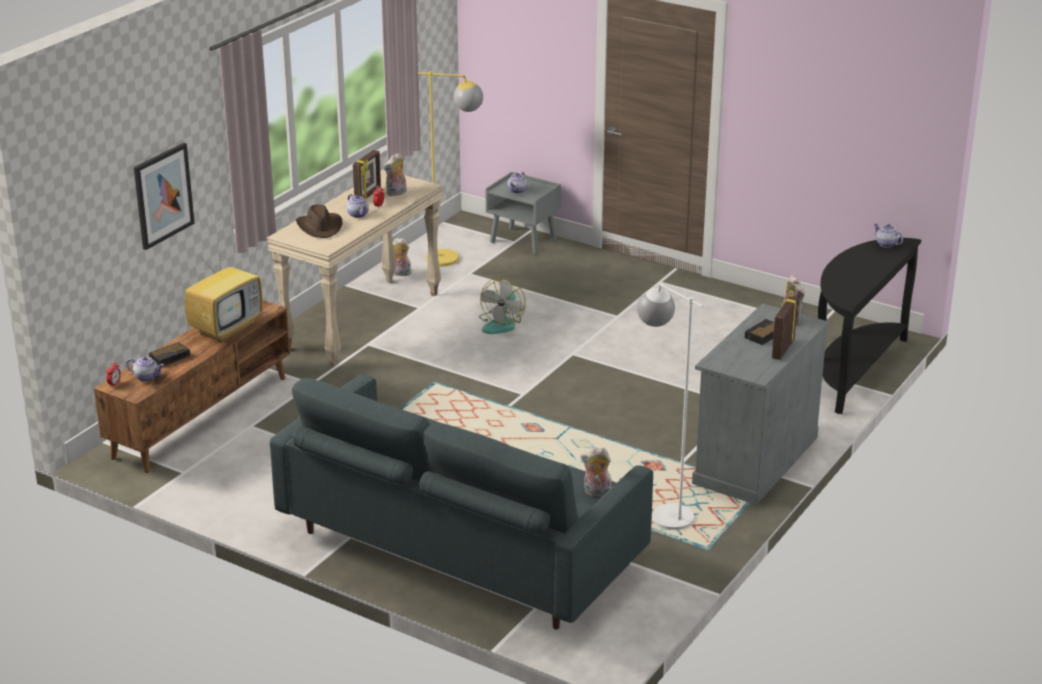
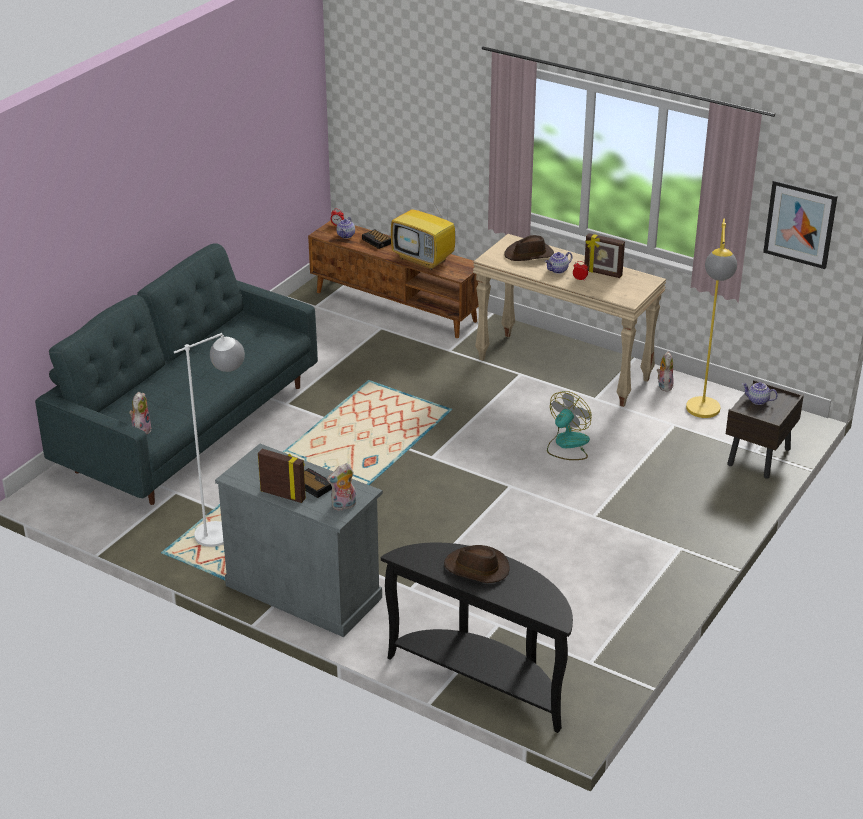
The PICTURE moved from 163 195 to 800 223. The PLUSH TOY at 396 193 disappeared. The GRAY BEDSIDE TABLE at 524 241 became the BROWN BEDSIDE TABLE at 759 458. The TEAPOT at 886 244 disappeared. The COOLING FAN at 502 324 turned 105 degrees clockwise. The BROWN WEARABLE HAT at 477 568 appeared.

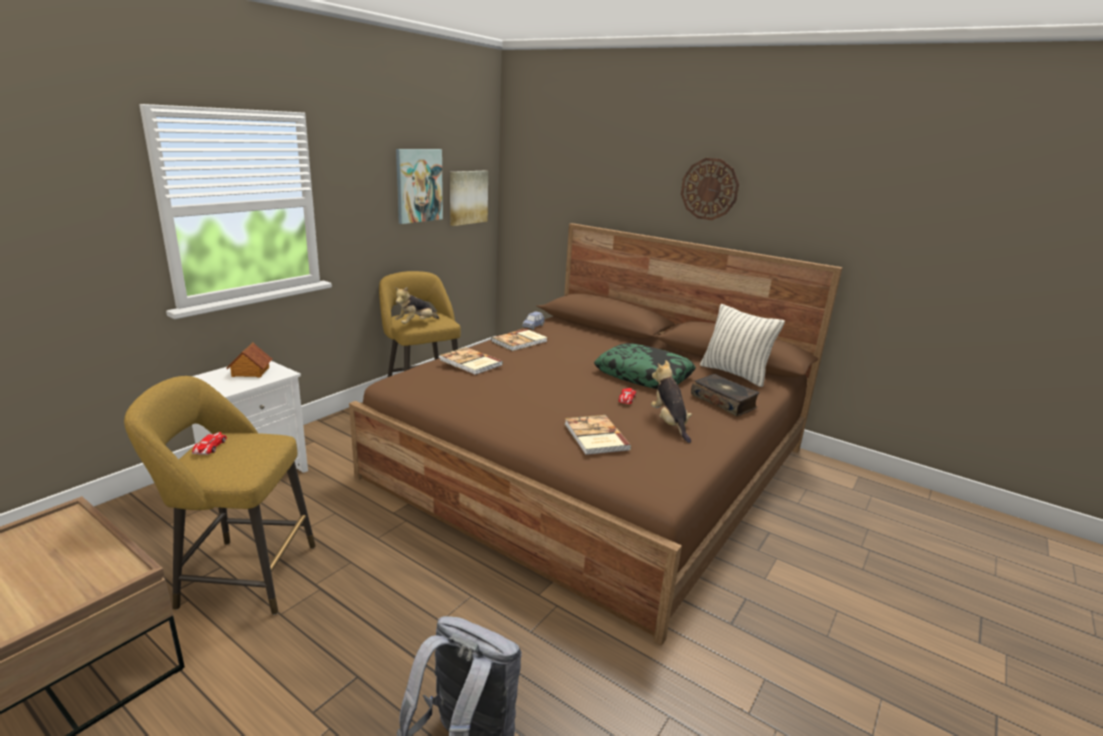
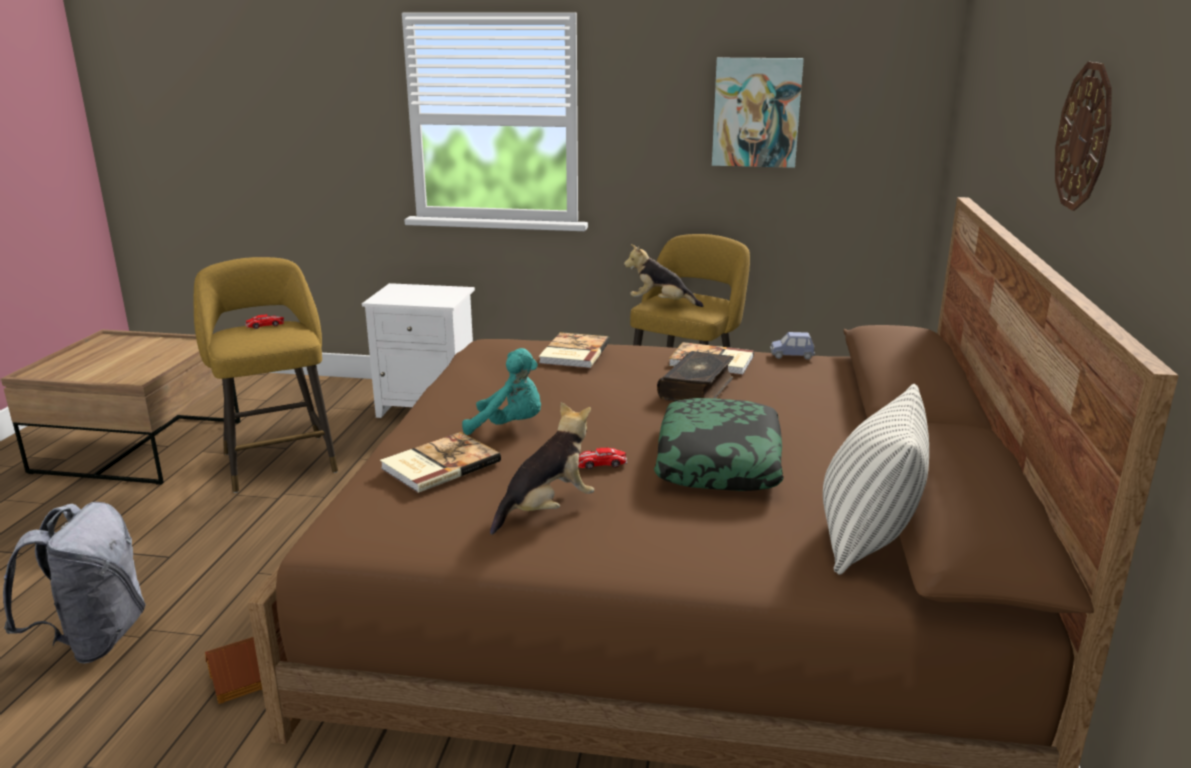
The PICTURE at 467 197 disappeared. The TOY HOUSE moved from 250 372 to 236 682. The VOLUME moved from 724 402 to 697 388. The TURQUOISE PLUSH TOY at 509 426 appeared.

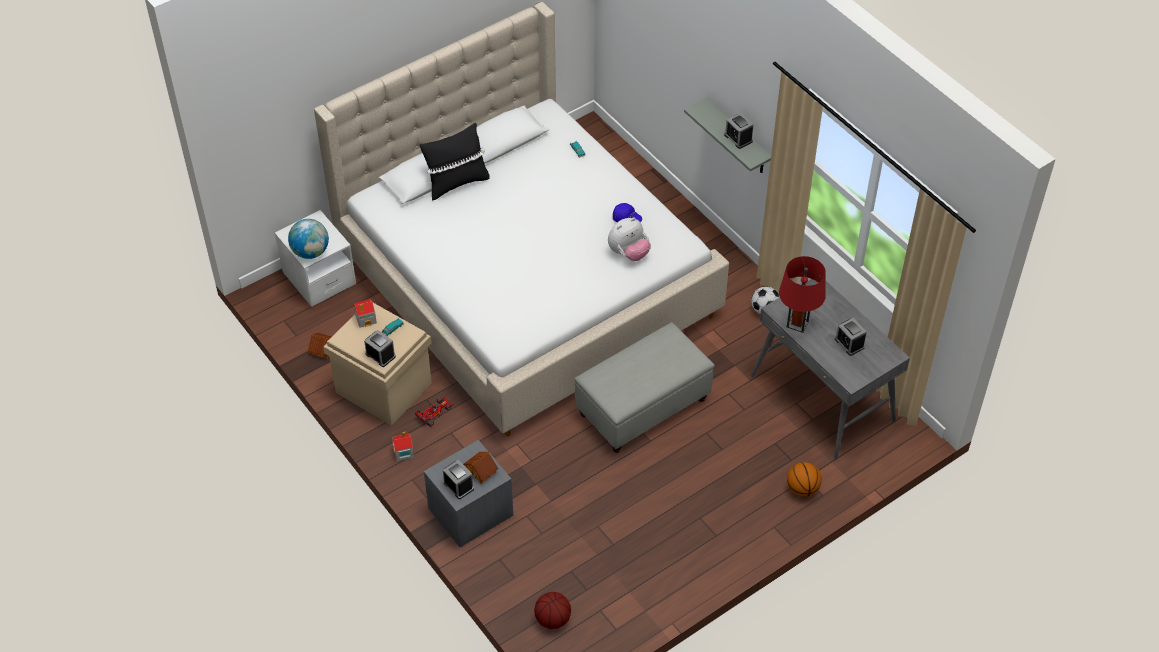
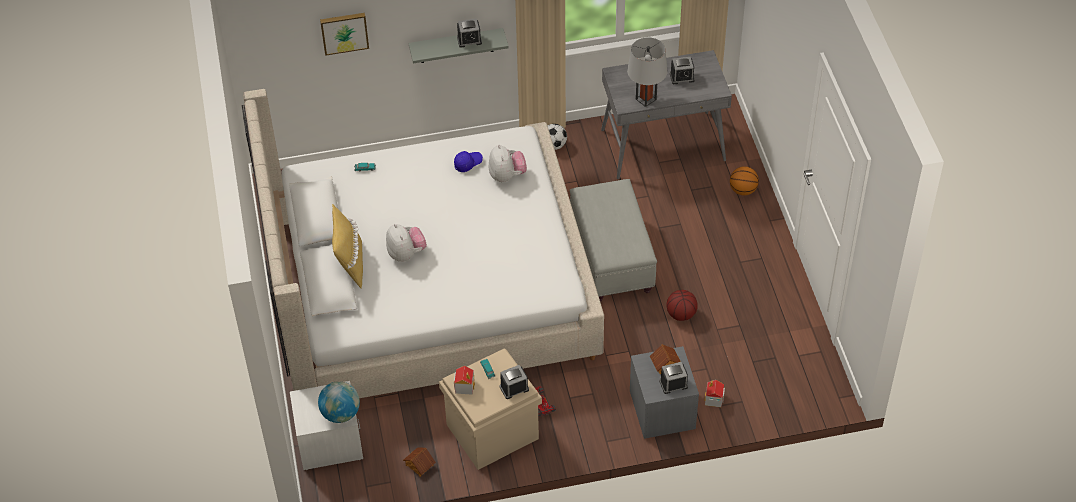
The BLACK THROW PILLOW at 456 183 became the YELLOW THROW PILLOW at 350 264. The RED-COLOURED LAMP FOR A TABLE at 797 324 became the GRAY LAMP FOR A TABLE at 646 99. The TOY HOUSE moved from 403 452 to 714 400. The BALL FOR BASKETBALL moved from 552 619 to 681 314. The PICTURE at 344 32 appeared. The PLUSH TOY at 406 254 appeared.

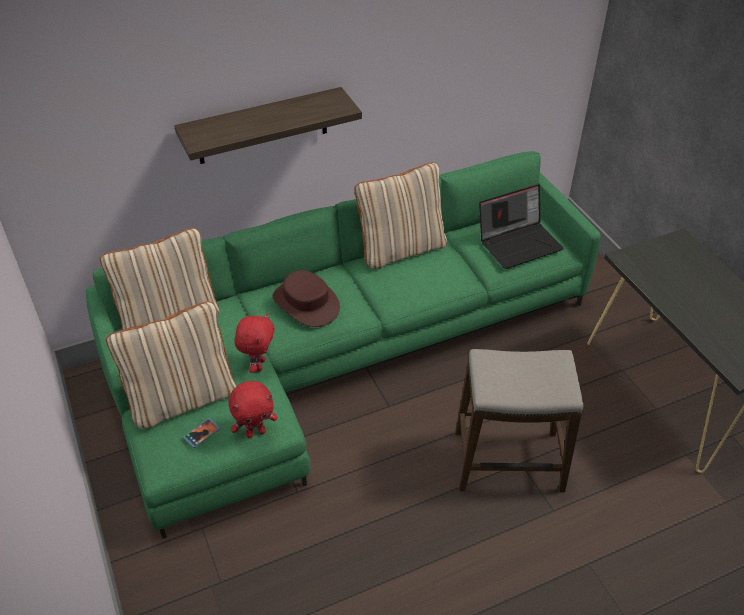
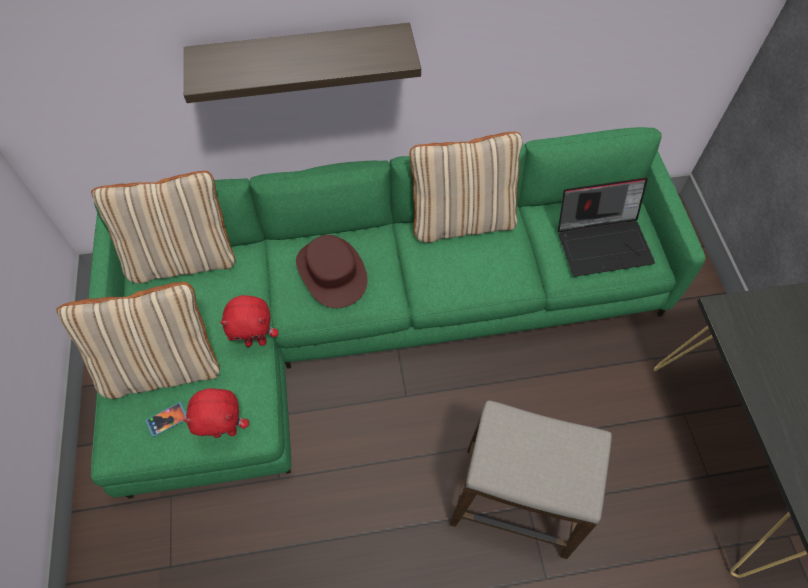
The RED-COLOURED PLUSH TOY at 258 365 turned 60 degrees clockwise.

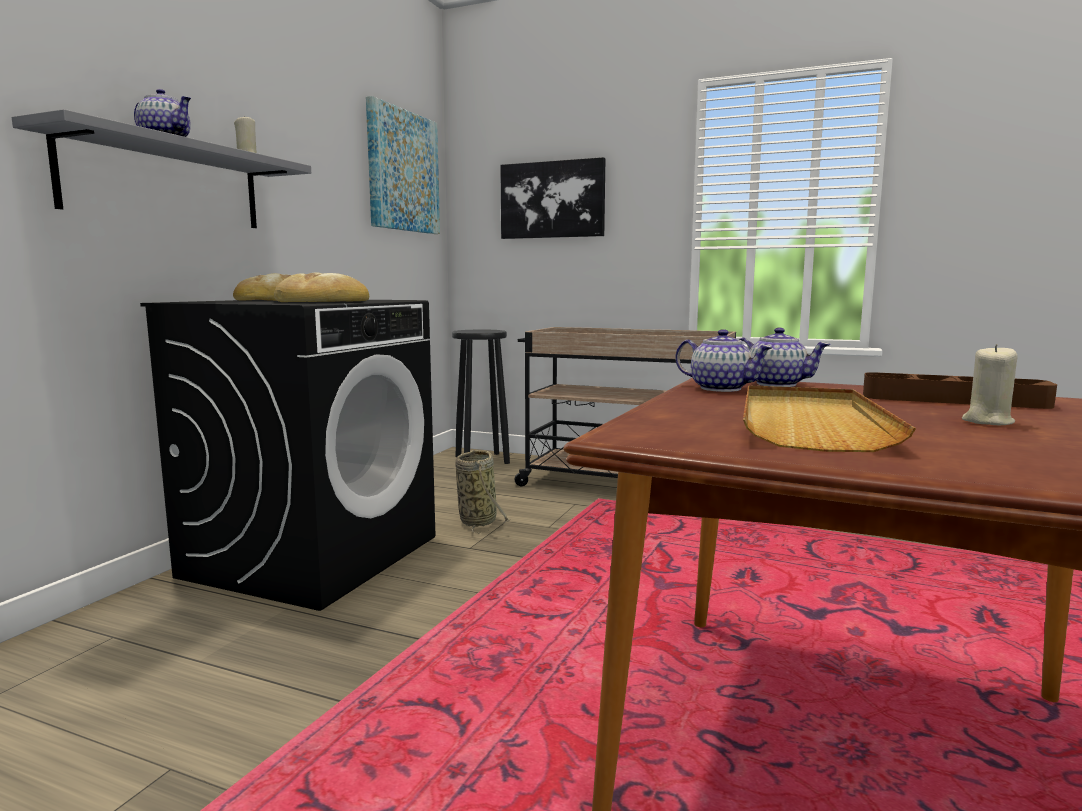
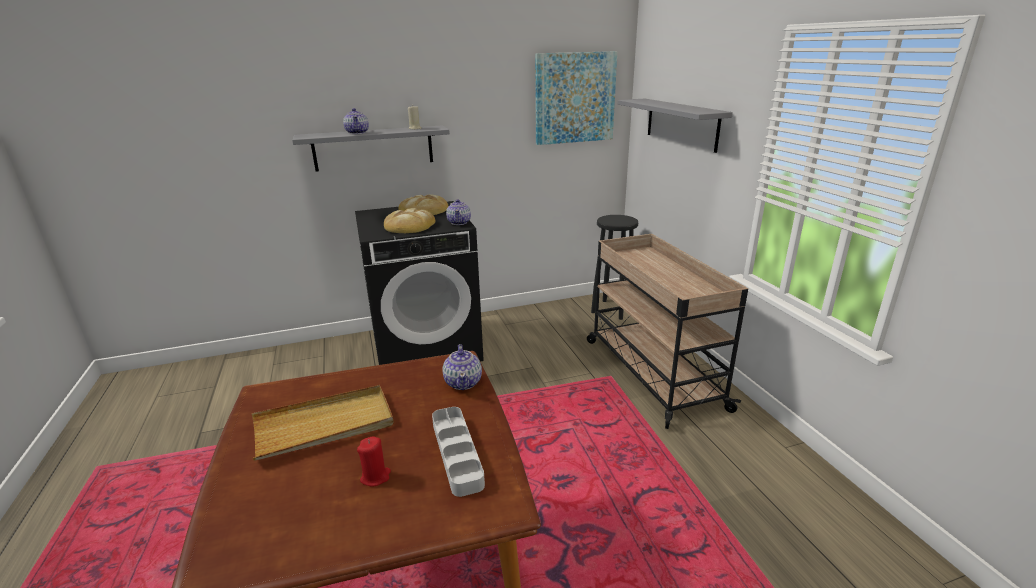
The PICTURE at 552 200 was replaced by the GRAY BRACKET SHELF at 681 123. The TEAPOT moved from 720 388 to 459 222. The BEIGE-COLOURED WAX CANDLE at 987 421 became the RED-COLOURED WAX CANDLE at 375 477. The BROWN SERVING TRAY at 952 400 became the GRAY SERVING TRAY at 457 453. The BASKET at 477 520 disappeared.

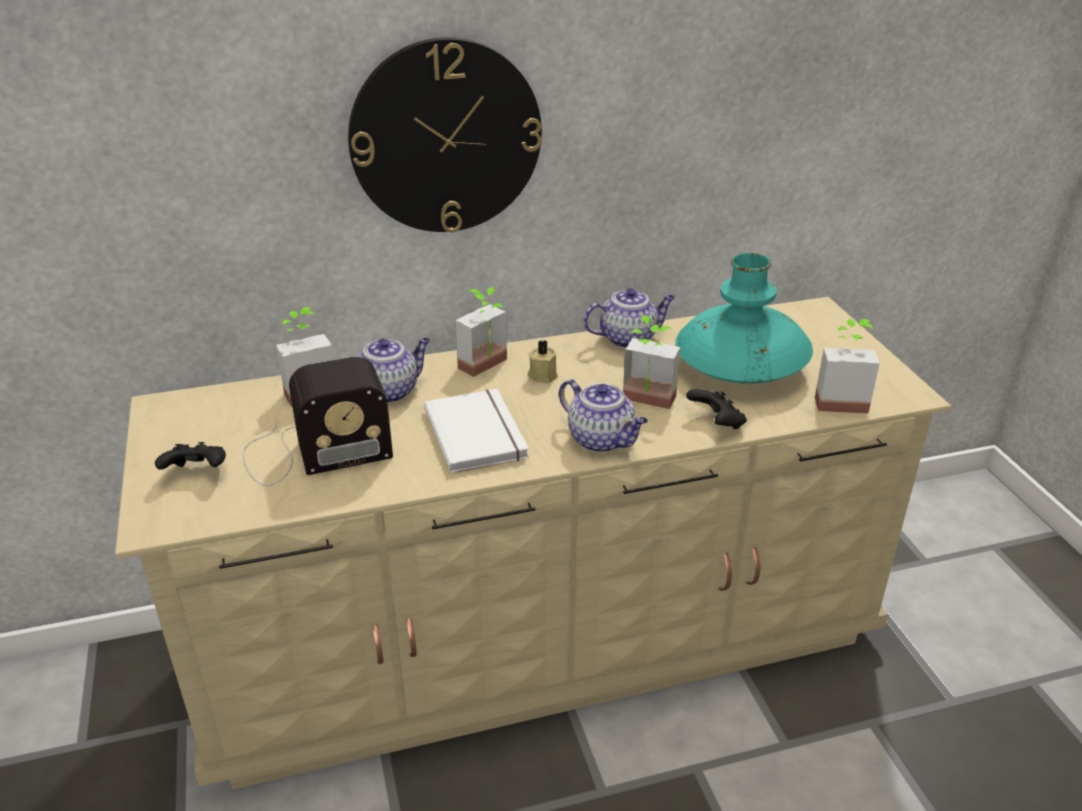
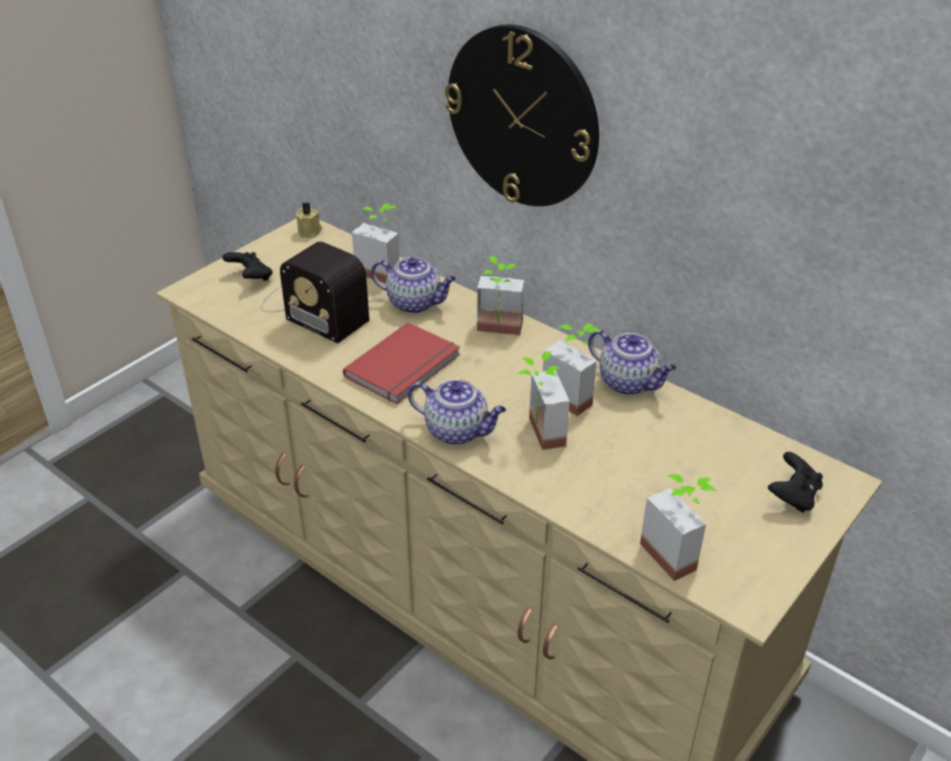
The TURQUOISE FLOWER VASE at 740 367 disappeared. The BEIGE-COLOURED WAX CANDLE moved from 543 375 to 310 231. The TEAPOT at 602 440 turned 75 degrees counterclockwise. The WHITE-COLOURED VOLUME at 478 433 became the RED-COLOURED VOLUME at 405 367. The BLACK GAMEPAD moved from 716 423 to 793 496. The POTTED PLANT at 573 395 appeared.

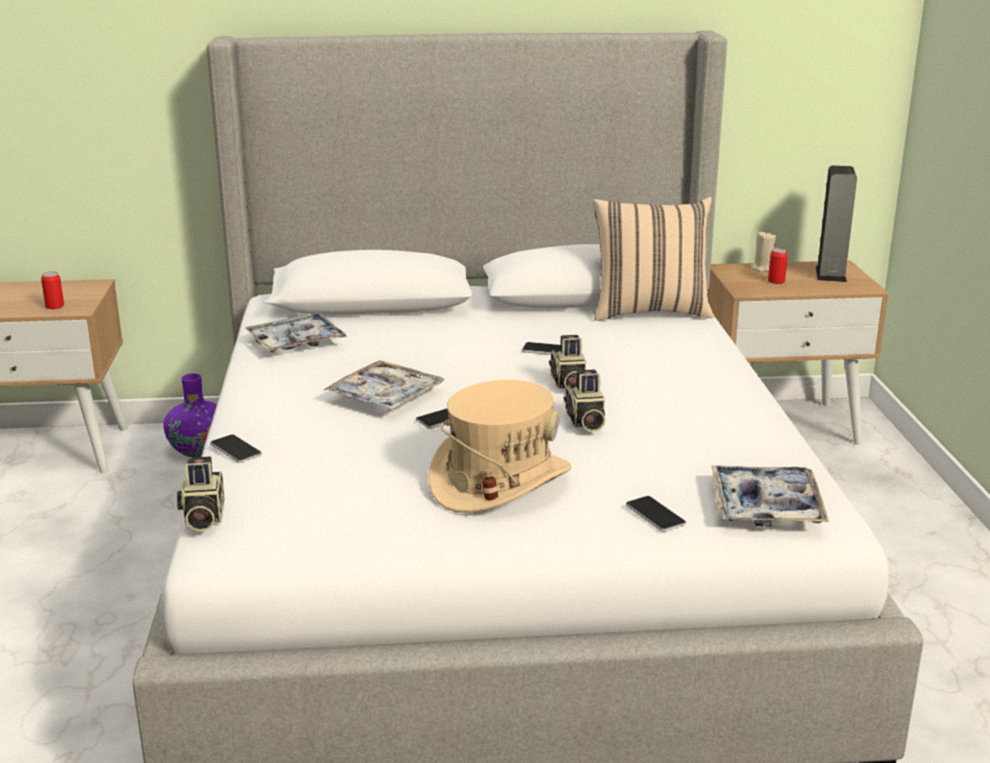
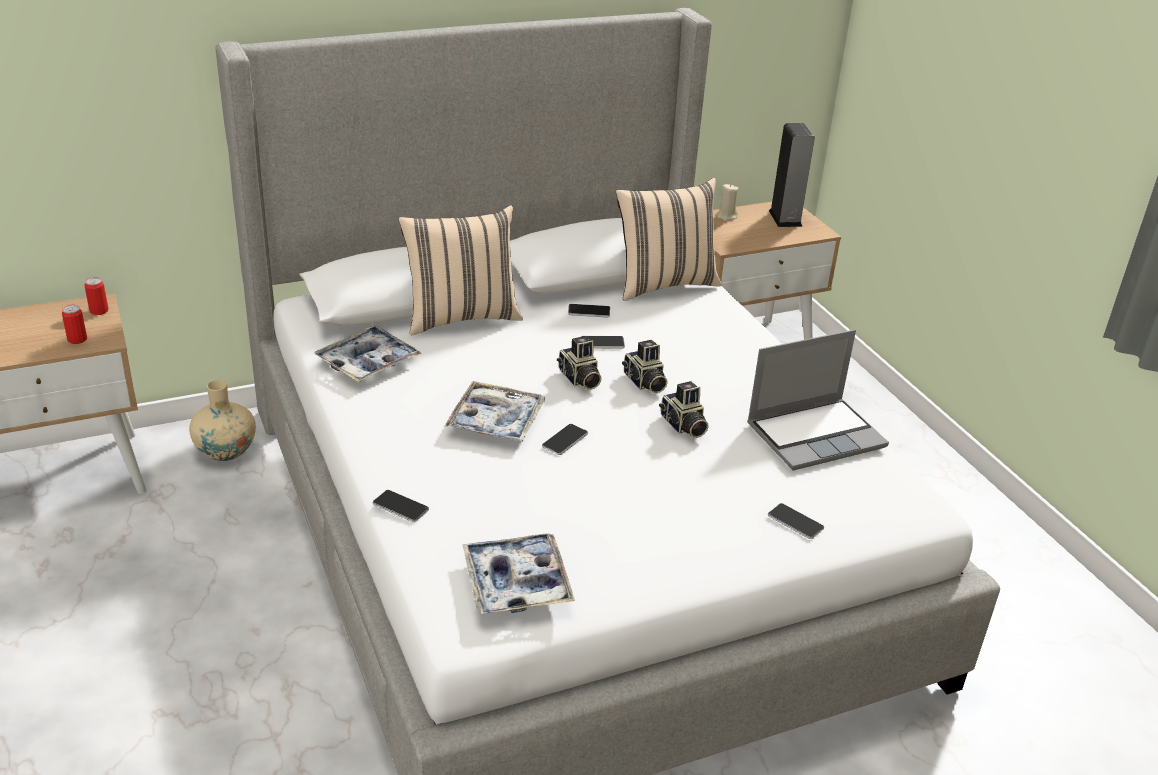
The CAN moved from 776 281 to 99 311. The PURPLE FLOWER VASE at 199 449 became the BEIGE-COLOURED FLOWER VASE at 226 450. The BEIGE-COLOURED WEARABLE HAT at 500 482 disappeared. The PHOTO CAMERA moved from 202 517 to 579 379. The SERVING TRAY moved from 766 506 to 517 583. The BEIGE-COLOURED THROW PILLOW at 461 317 appeared. The PHONE at 589 311 appeared. The PORTABLE COMPUTER at 816 435 appeared.

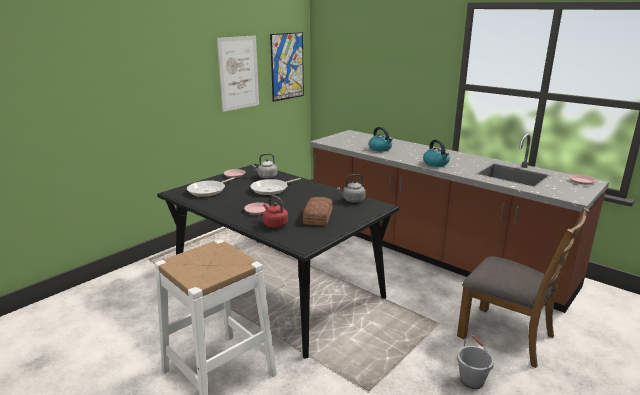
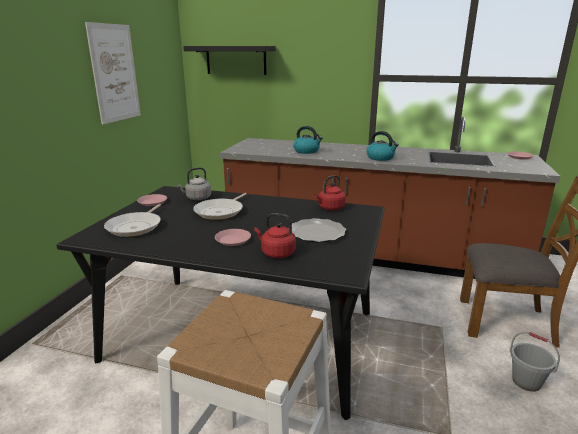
The PICTURE at 287 66 disappeared. The GRAY WATER KETTLE at 352 200 became the RED-COLOURED WATER KETTLE at 330 208. The BREAD at 319 216 was replaced by the PLATE at 317 233. The BLACK BRACKET SHELF at 236 60 appeared.

